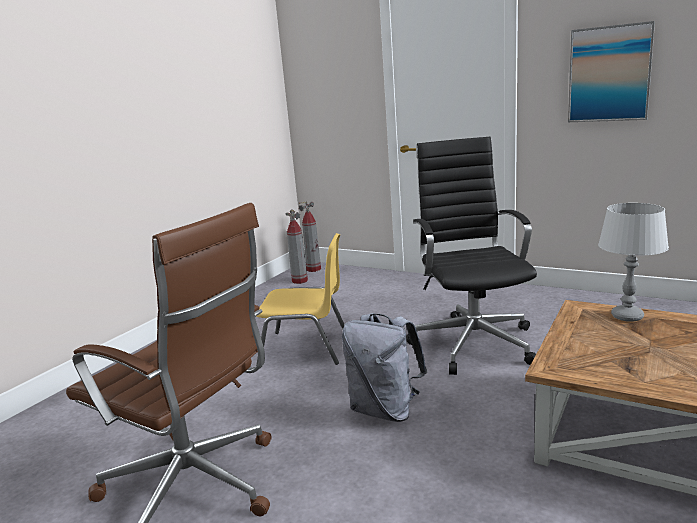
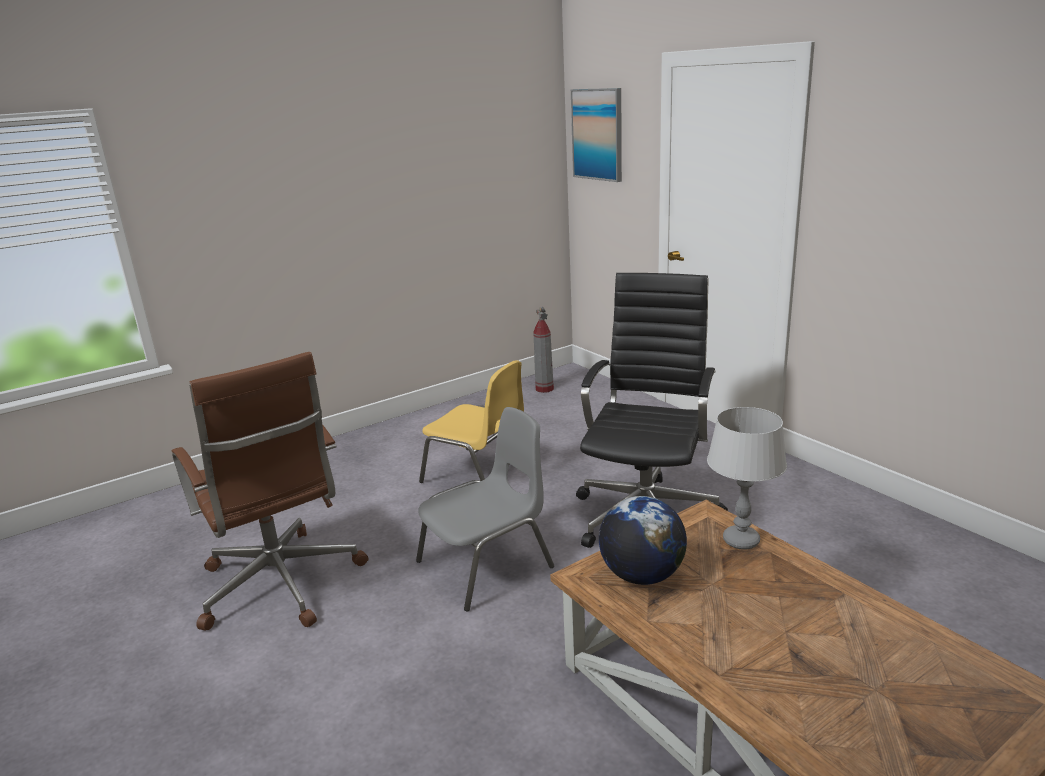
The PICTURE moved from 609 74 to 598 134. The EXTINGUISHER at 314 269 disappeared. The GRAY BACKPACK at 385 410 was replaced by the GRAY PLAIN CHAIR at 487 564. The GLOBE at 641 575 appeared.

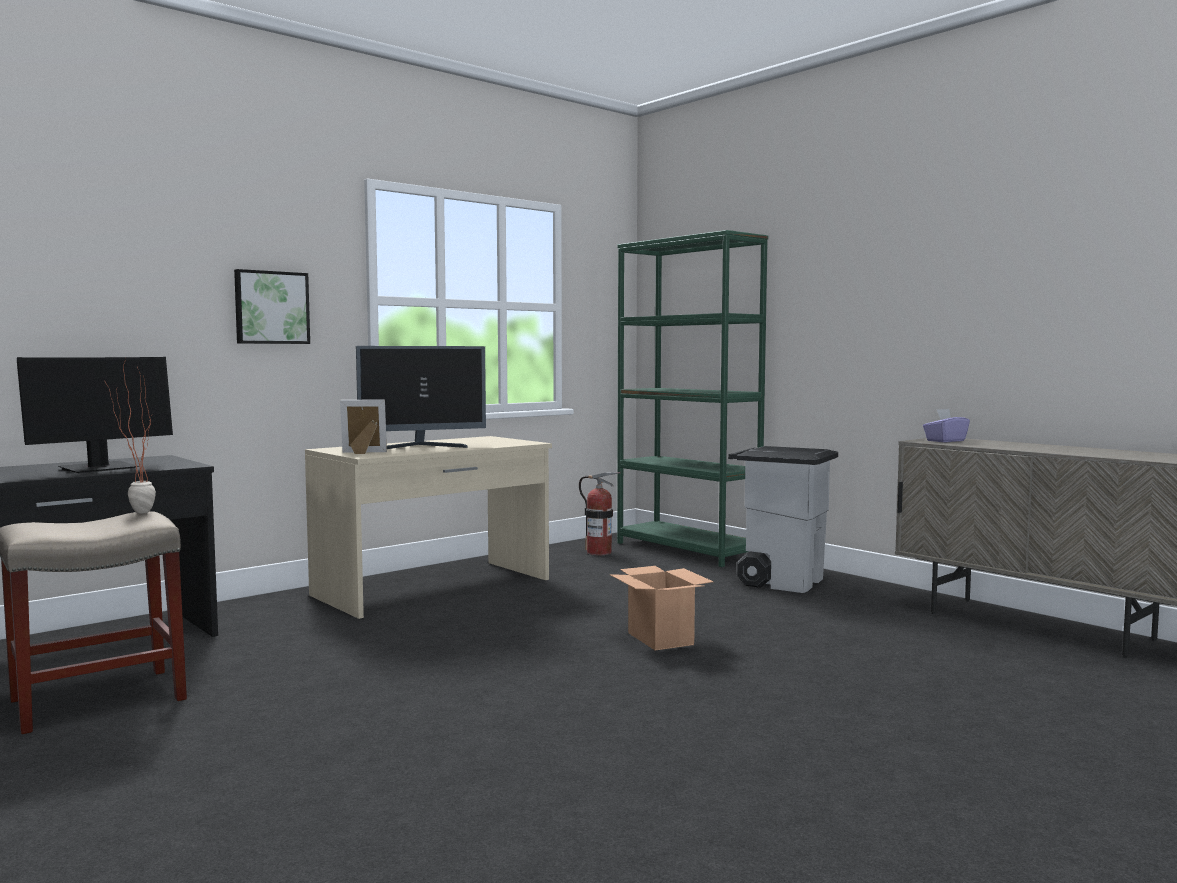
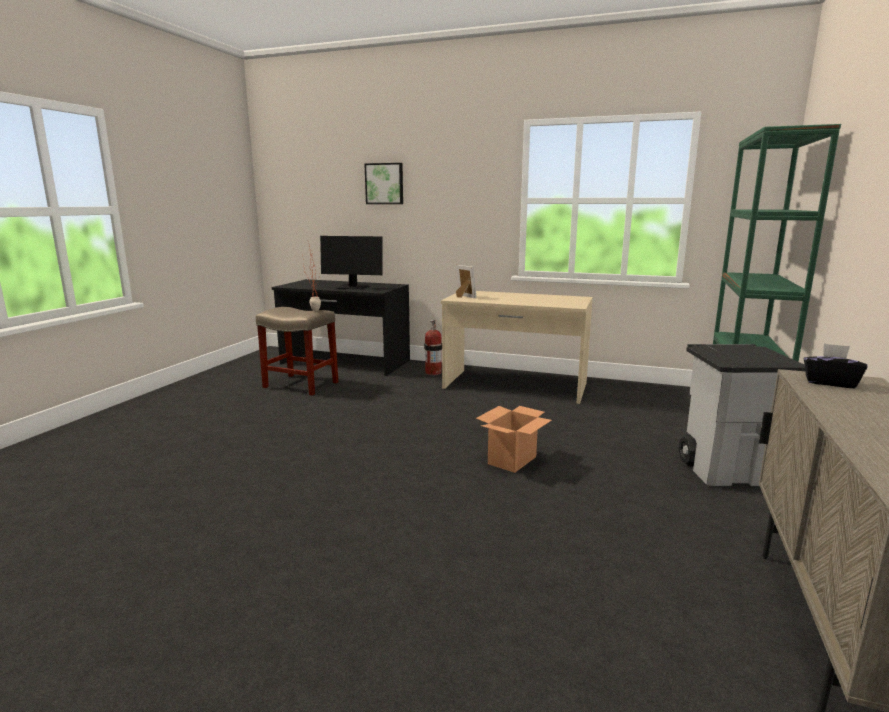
The PICTURE moved from 271 307 to 384 183. The MONITOR at 422 447 disappeared. The PURPLE BOX OF TISSUES at 945 441 became the BLACK BOX OF TISSUES at 829 382. The EXTINGUISHER moved from 599 552 to 433 372.

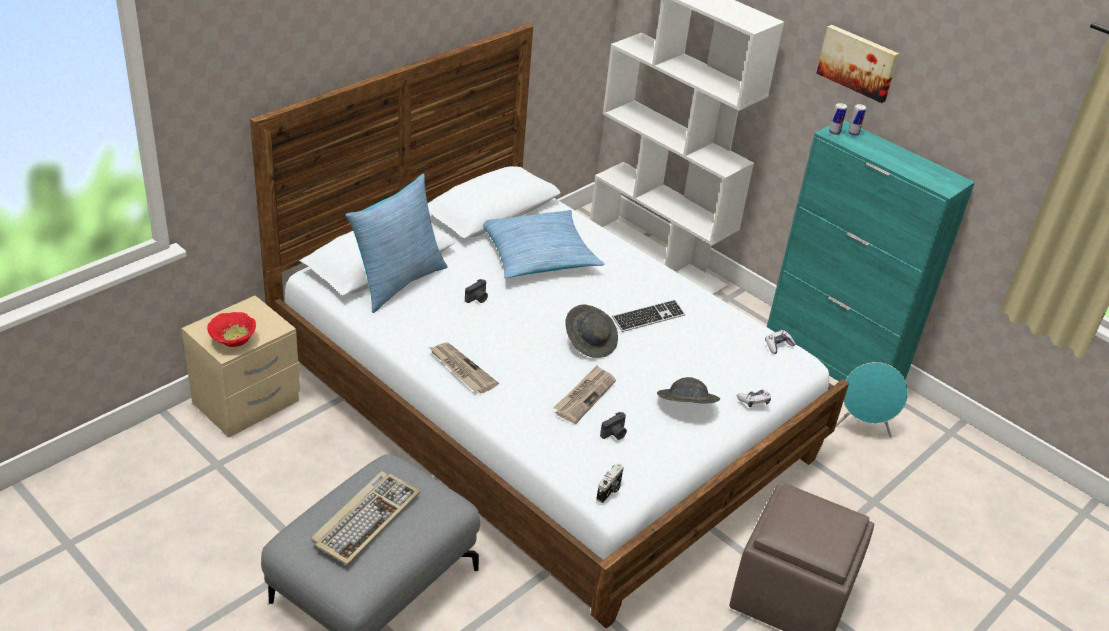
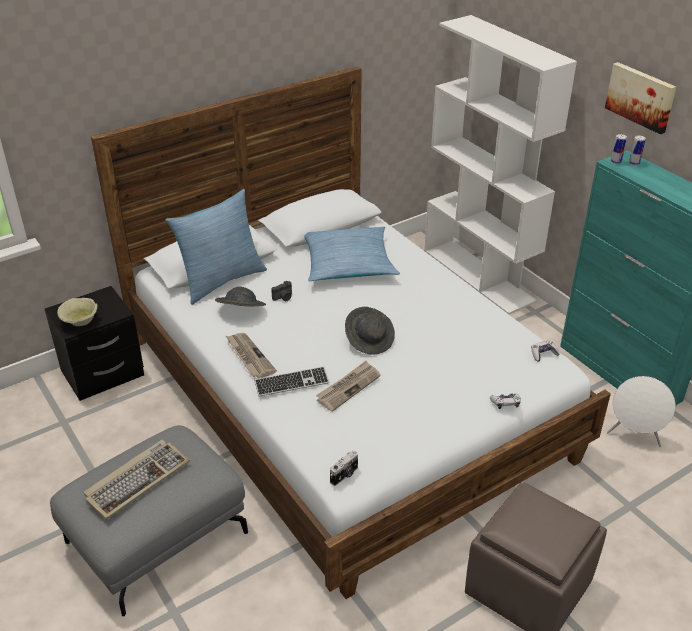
The BEIGE-COLOURED BEDSIDE TABLE at 247 403 became the BLACK BEDSIDE TABLE at 103 374. The COMPUTER KEYBOARD moved from 648 317 to 292 383. The RED-COLOURED SERVING BOWL at 233 340 became the BEIGE-COLOURED SERVING BOWL at 80 321. The TURQUOISE AUDIO SPEAKER at 862 428 became the WHITE-COLOURED AUDIO SPEAKER at 634 436. The GRAY WEARABLE HAT moved from 685 407 to 240 311. The PHOTO CAMERA at 614 434 disappeared.

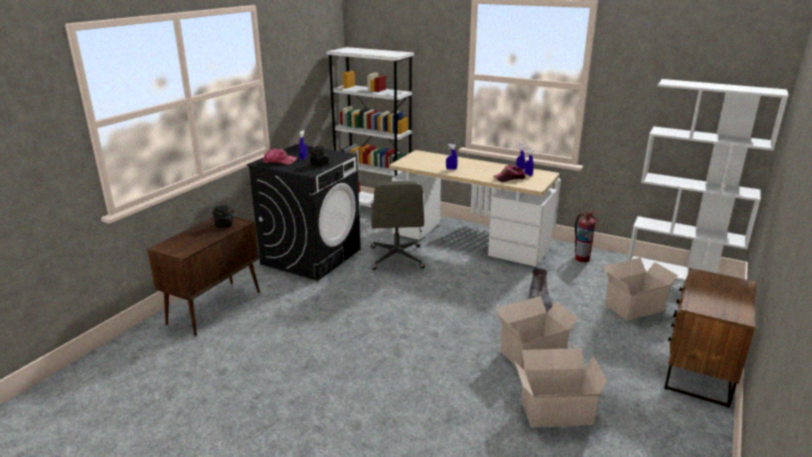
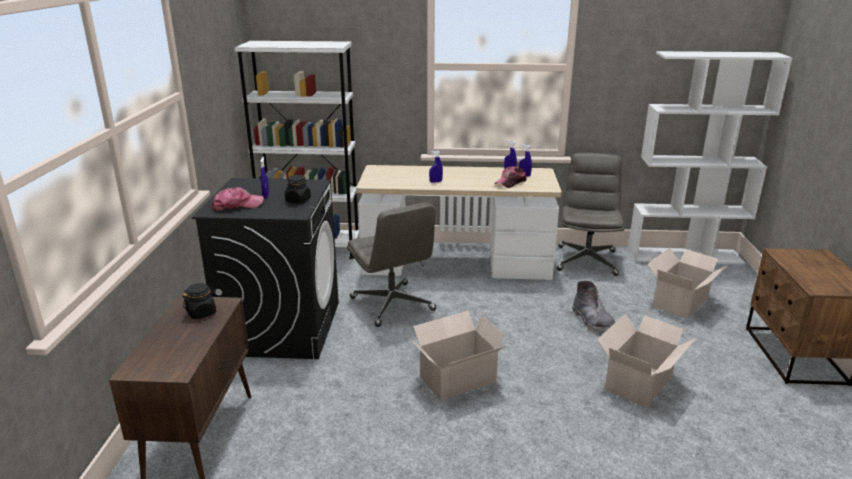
The EXTINGUISHER at 582 258 was replaced by the GRAY OFFICE CHAIR at 586 260. The CARTON moved from 553 411 to 455 379.

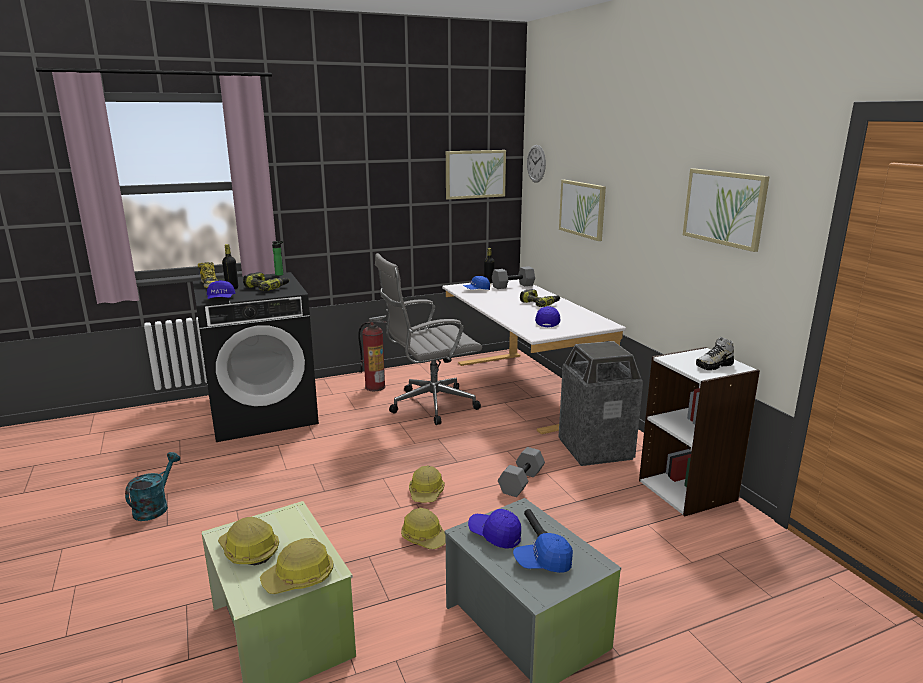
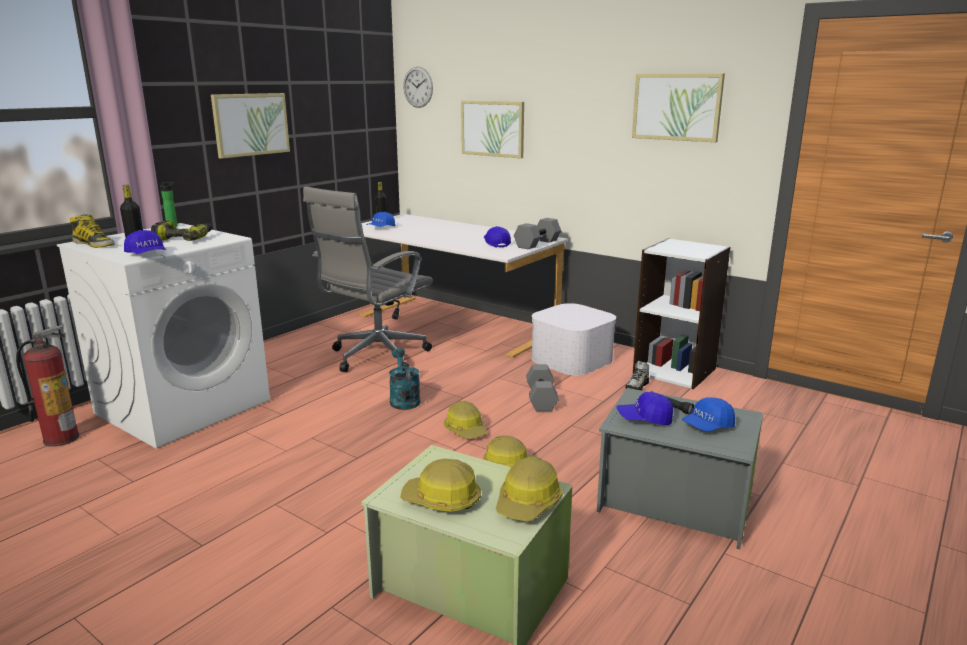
The PICTURE moved from 475 174 to 251 124. The GRAY FREE WEIGHT moved from 513 286 to 537 244. The BLACK WASHING MACHINE at 263 413 became the WHITE-COLOURED WASHING MACHINE at 184 406. The ELECTRIC DRILL at 540 303 disappeared. The EXTINGUISHER moved from 375 387 to 61 438. The SHOE moved from 714 365 to 637 387. The WASTE BIN at 594 449 was replaced by the WHITE-COLOURED STORAGE BIN at 571 359. The TURQUOISE SPRINKLING CAN moved from 155 507 to 403 399.

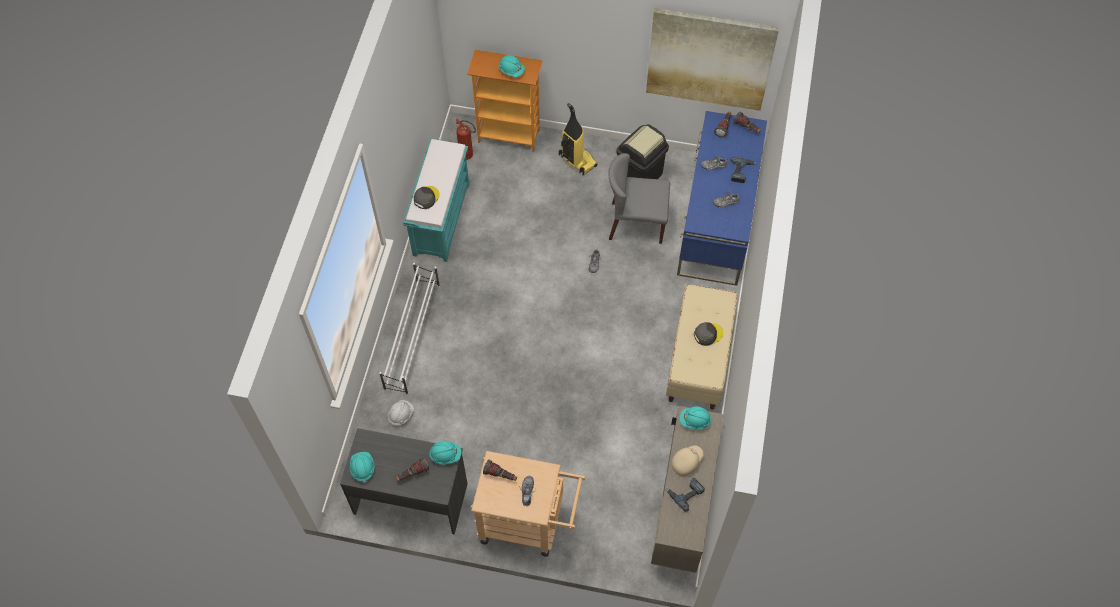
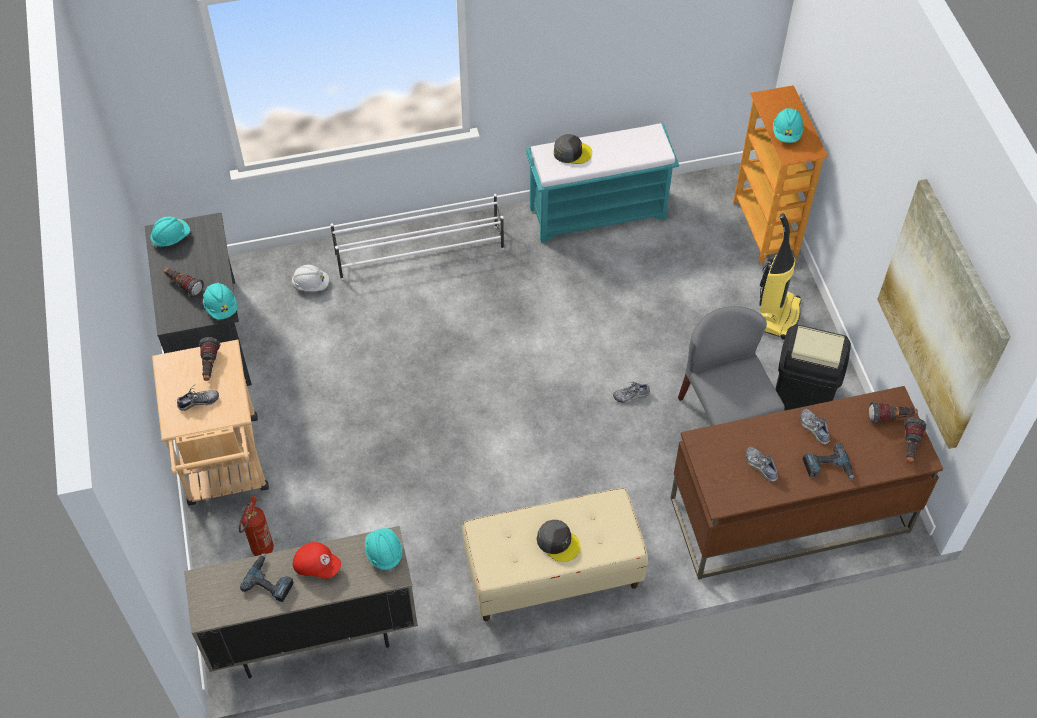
The BLUE DESK at 716 222 became the BROWN DESK at 788 515. The EXTINGUISHER moved from 468 156 to 260 553. The BEIGE-COLOURED BASEBALL CAP at 686 462 became the RED-COLOURED BASEBALL CAP at 317 565.

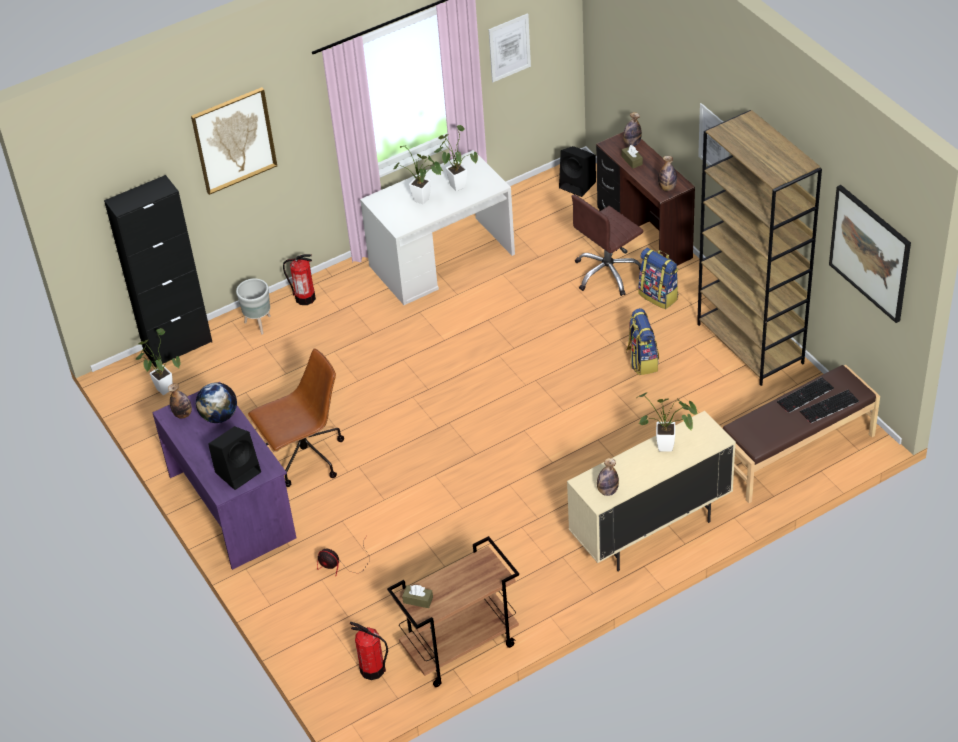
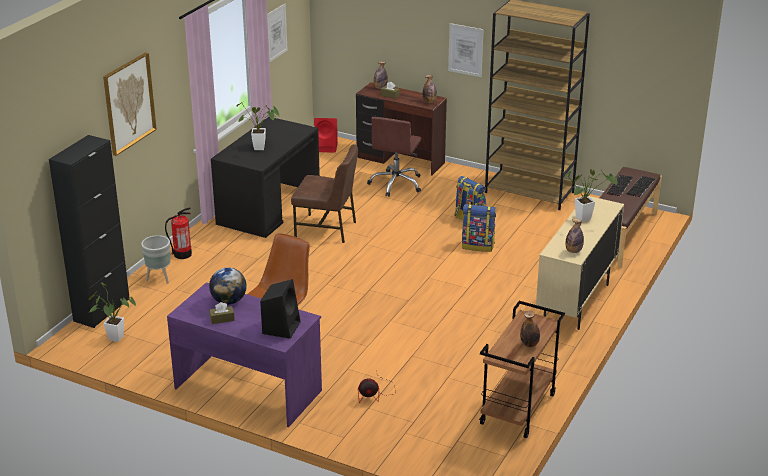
The POTTED PLANT at 456 184 disappeared. The BLACK AUDIO SPEAKER at 578 185 became the RED-COLOURED AUDIO SPEAKER at 327 147. The WHITE-COLOURED DESK at 442 260 became the BLACK DESK at 269 207. The PICTURE at 870 253 disappeared. The BACKPACK moved from 659 296 to 478 245. The DRINK BOTTLE moved from 183 414 to 529 344. The BROWN BOX OF TISSUES moved from 418 600 to 222 319. The EXTINGUISHER at 372 670 disappeared. The BROWN PLAIN CHAIR at 327 229 appeared.

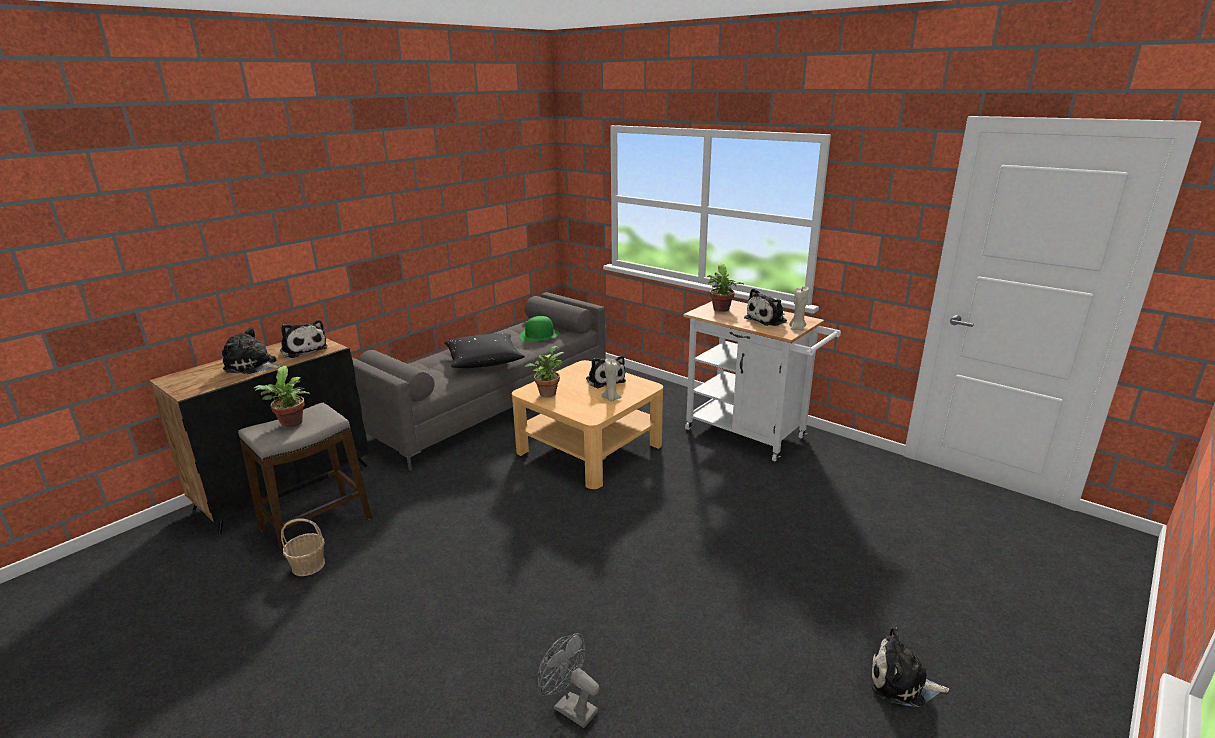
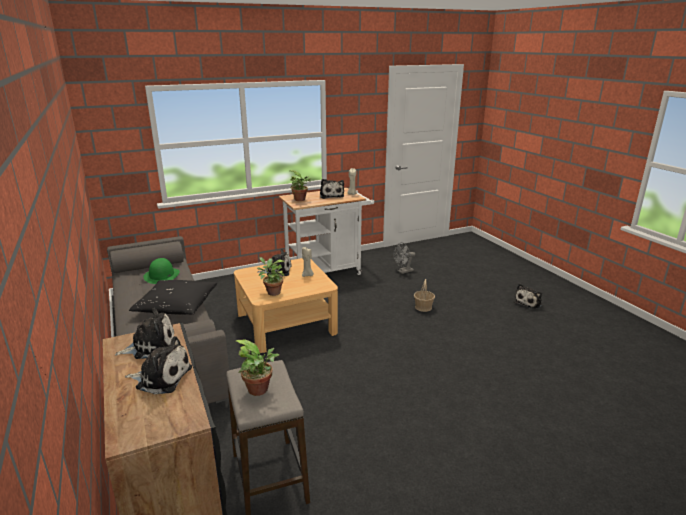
The PLUSH TOY at 253 366 turned 120 degrees counterclockwise. The BASKET moved from 308 565 to 423 307. The GRAY COOLING FAN moved from 569 707 to 403 271.

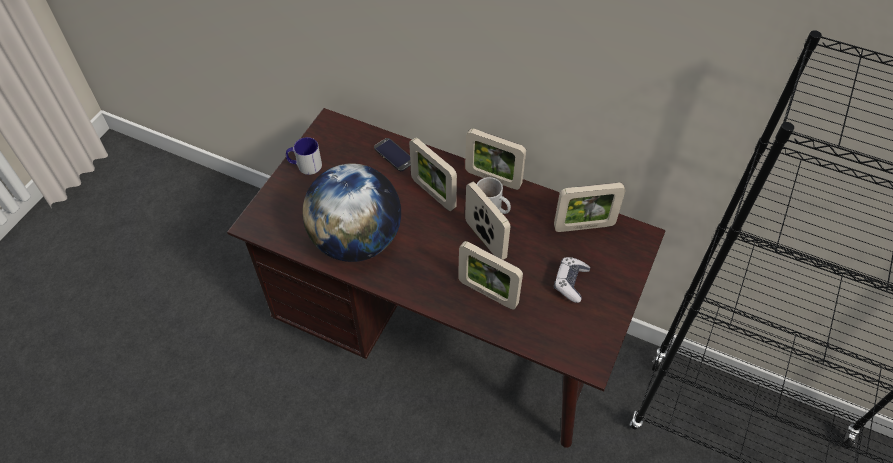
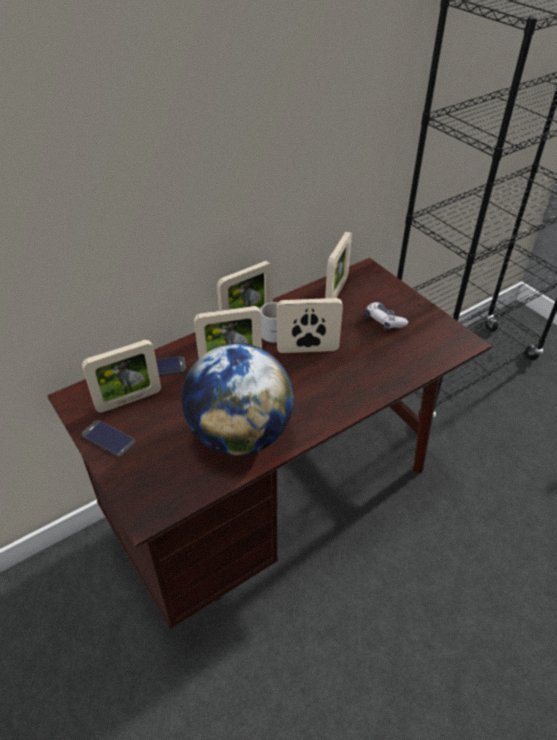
The TEA MUG at 305 165 was replaced by the PHONE at 108 439. The PICTURE FRAME moved from 487 293 to 129 400.

